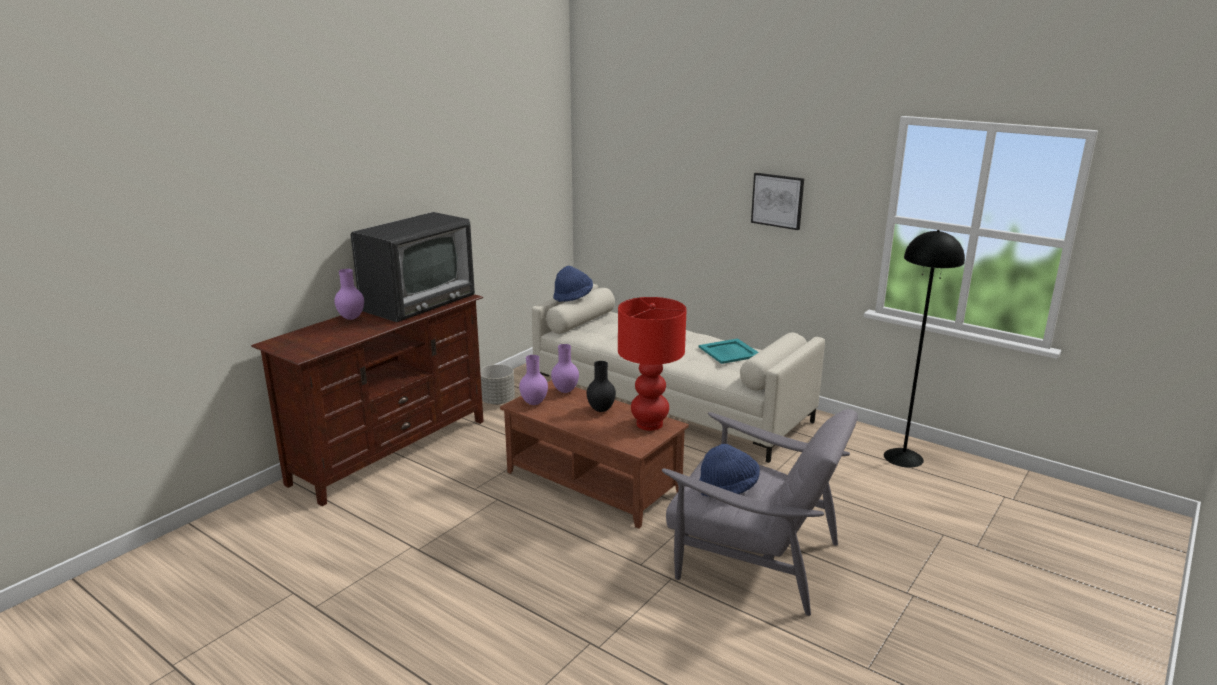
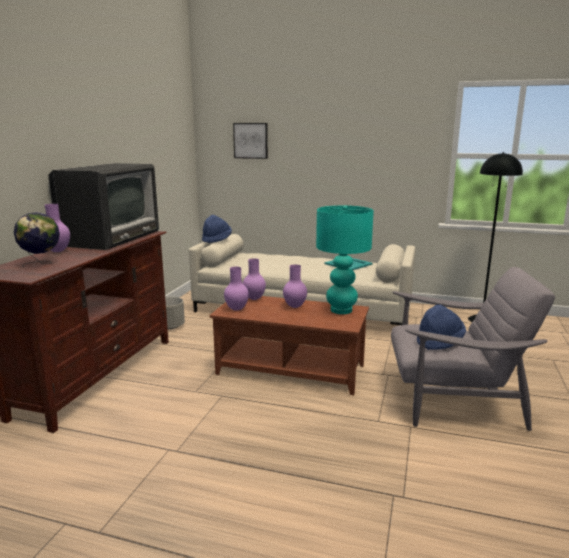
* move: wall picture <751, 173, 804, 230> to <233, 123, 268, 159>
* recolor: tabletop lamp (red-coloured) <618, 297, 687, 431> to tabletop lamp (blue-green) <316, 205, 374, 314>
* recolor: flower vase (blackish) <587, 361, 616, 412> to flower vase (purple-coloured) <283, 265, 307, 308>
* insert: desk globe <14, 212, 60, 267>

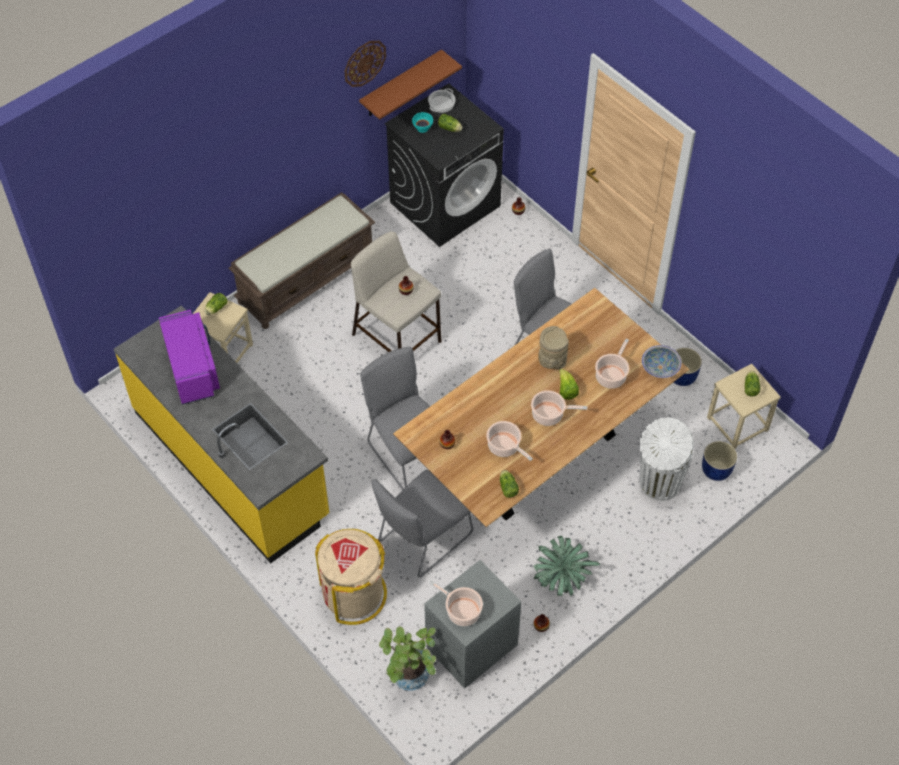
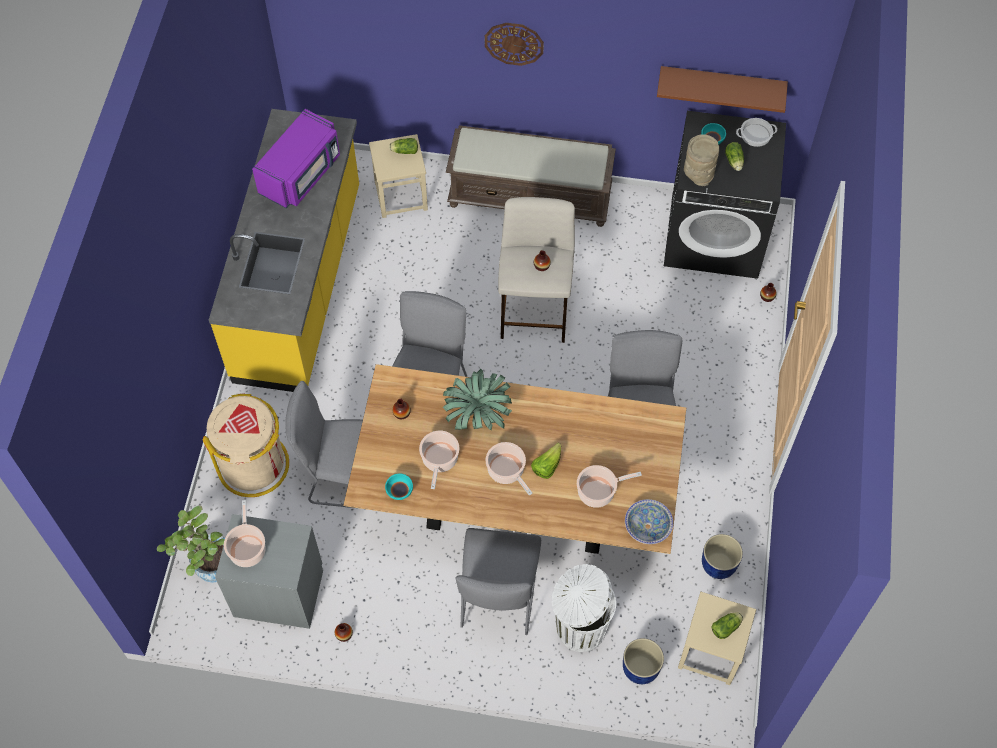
* move: clock on the wall <345, 41, 386, 87> to <485, 23, 544, 66>
* move: flower vase (sand-coloured) <538, 326, 569, 369> to <684, 134, 719, 186>
* replace: lettuce head <500, 470, 519, 498> to bowl (blue-green) <385, 474, 413, 500>
* move: potted plant <533, 536, 601, 596> to <443, 369, 512, 430>
* insert: upright chair (greyish) <456, 528, 541, 635>

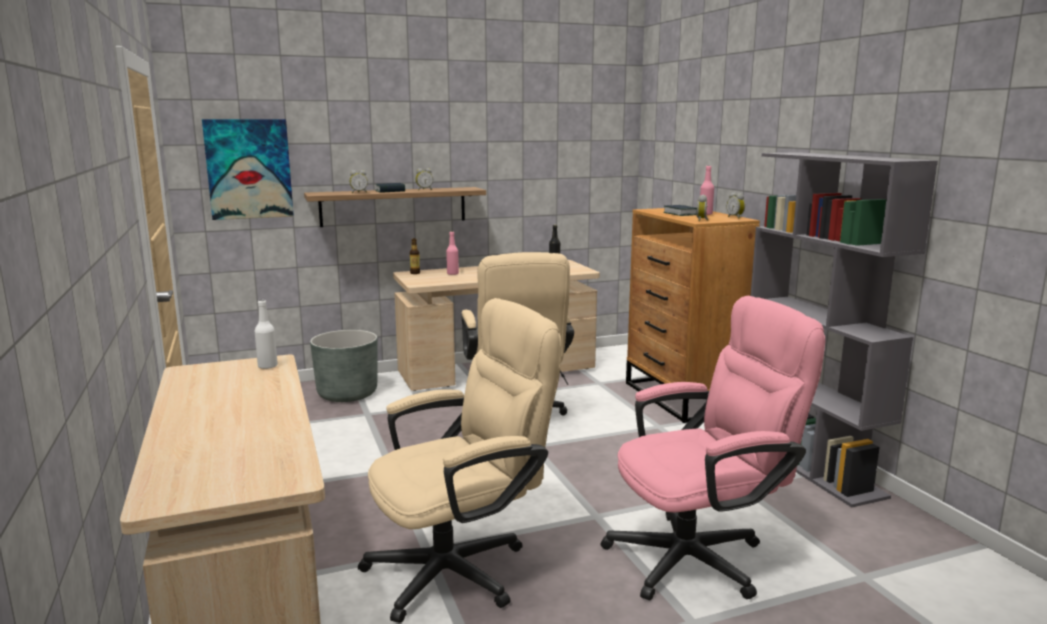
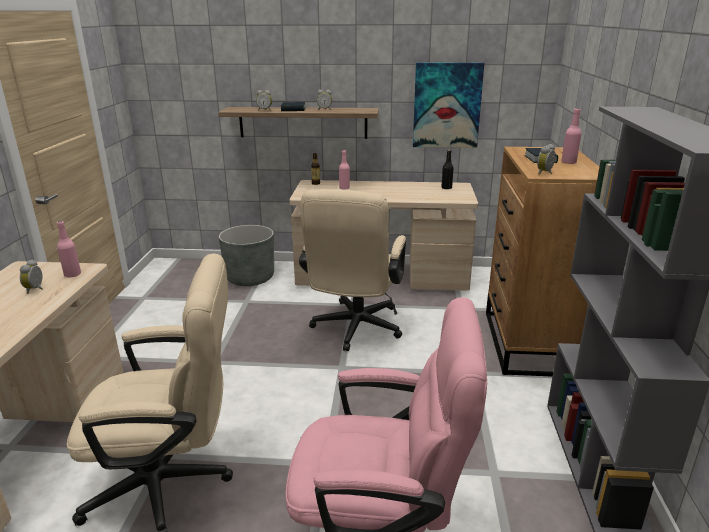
* move: wall picture <202, 119, 294, 220> to <413, 62, 484, 148>
* move: alarm clock <727, 193, 745, 219> to <20, 260, 43, 294>
* recolor: bottle (white) <255, 300, 278, 369> to bottle (pinkish) <57, 221, 81, 278>

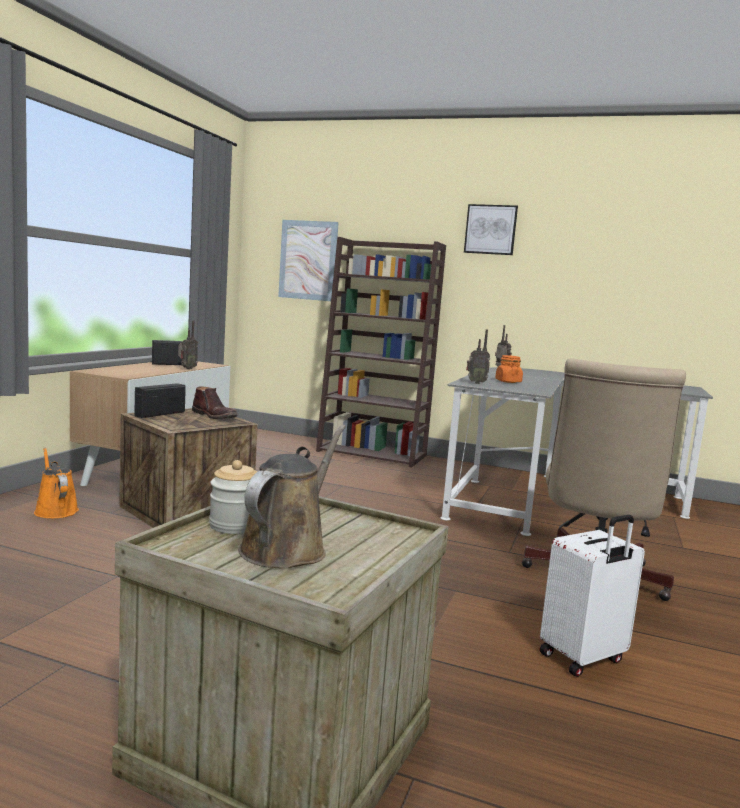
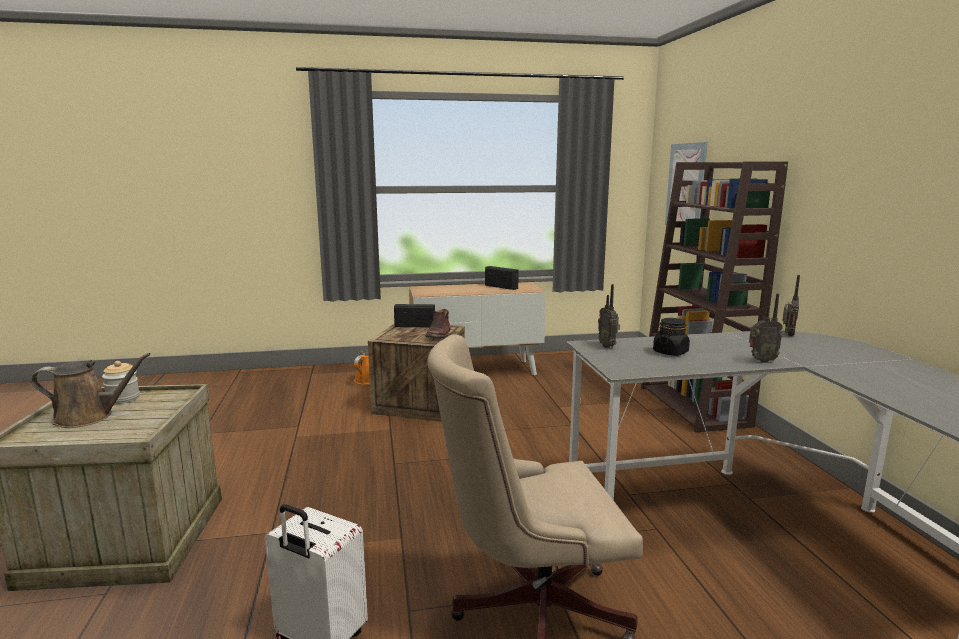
* delete: wall picture <464, 204, 518, 255>
* move: radio set <178, 320, 198, 369> to <749, 293, 783, 363>
* recolor: preserve jar (orange) <495, 355, 523, 383> to preserve jar (blackish) <653, 318, 690, 356>

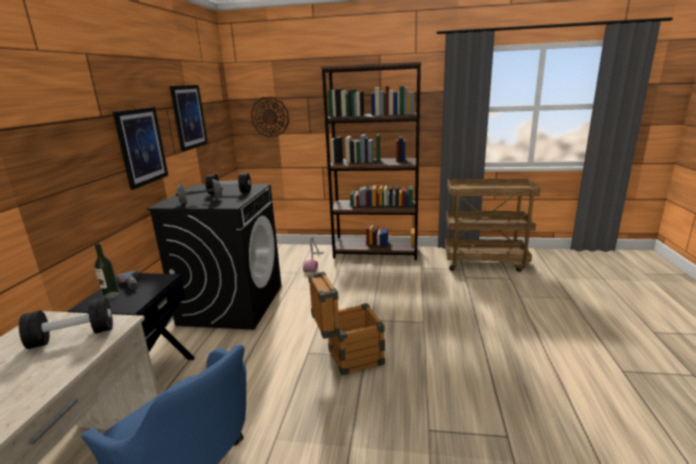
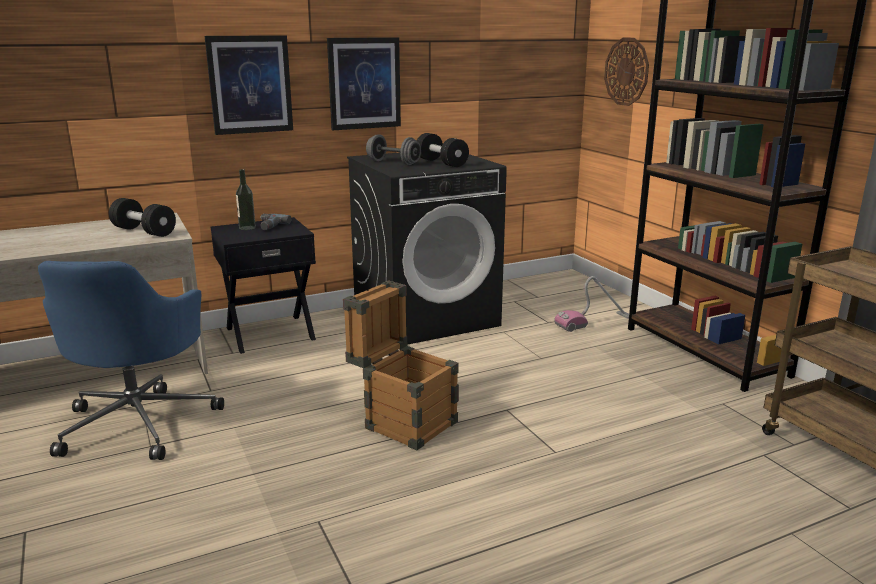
* move: wall picture <170, 85, 208, 151> to <205, 35, 293, 135>

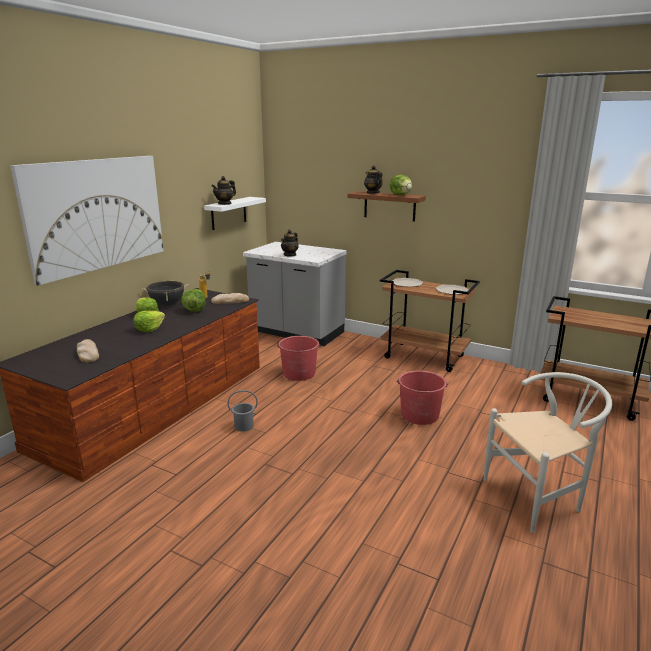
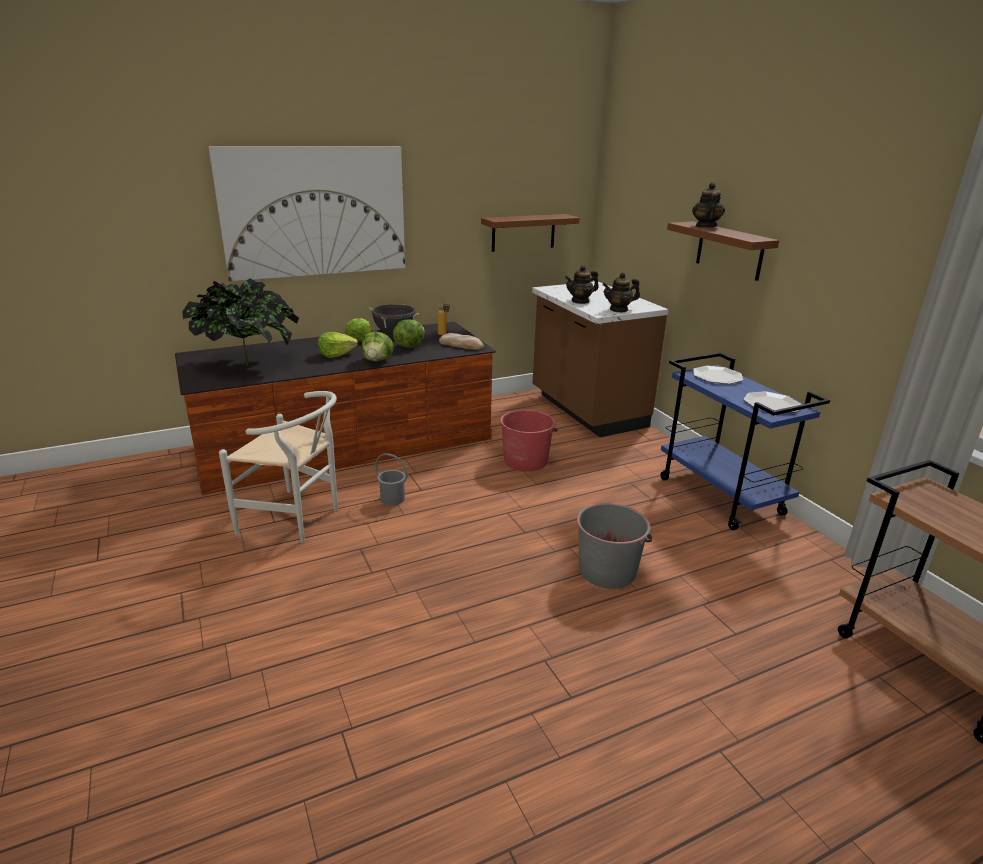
* move: lettuce head <390, 175, 412, 195> to <362, 331, 394, 362>
* move: pot for tea <211, 176, 236, 205> to <602, 272, 640, 312>
* recolor: shelf (white) <204, 197, 266, 230> to shelf (brown) <481, 214, 580, 252>
* recolor: kitchen base unit (greyish) <243, 242, 347, 346> to kitchen base unit (brown) <532, 281, 669, 437>
* recolor: wheeled cart (brown) <380, 270, 480, 372> to wheeled cart (blue-coloured) <660, 353, 830, 530>
* replace: baked bread <77, 339, 99, 363> to potted plant <182, 278, 299, 366>
* recolor: pail (red-coloured) <397, 371, 448, 425> to pail (greyish) <577, 503, 652, 589>
* move: upright chair (white) <484, 372, 612, 533> to <219, 391, 338, 543>

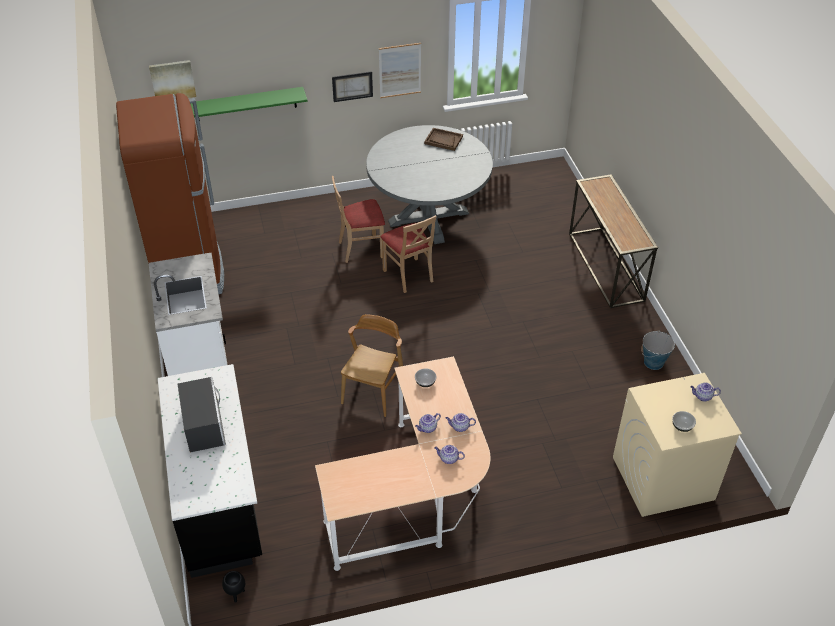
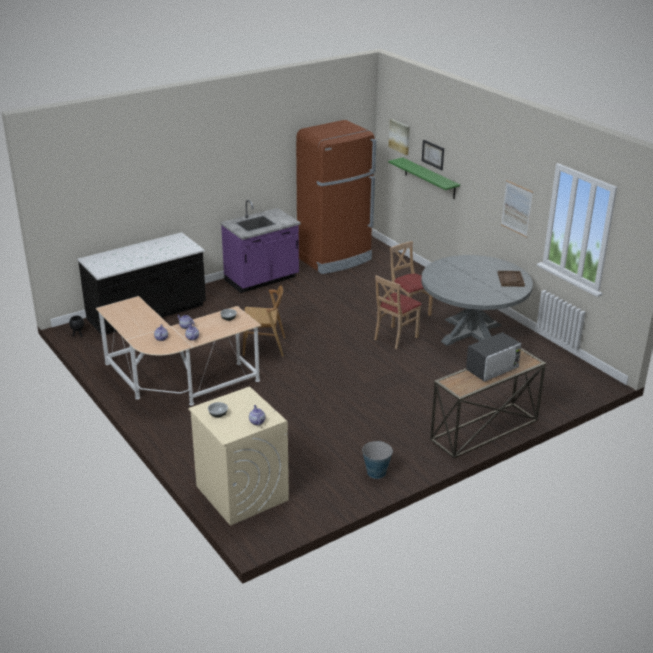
* move: wall picture <332, 71, 373, 102> to <422, 140, 444, 170>
* recolor: kitchen base unit (white) <149, 253, 227, 376> to kitchen base unit (purple-coloured) <221, 200, 301, 293>
* move: kitchen microwave <178, 377, 226, 453> to <466, 332, 522, 381>

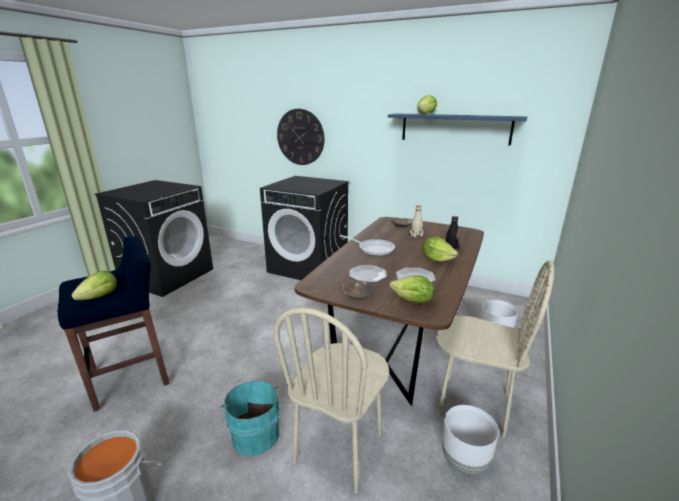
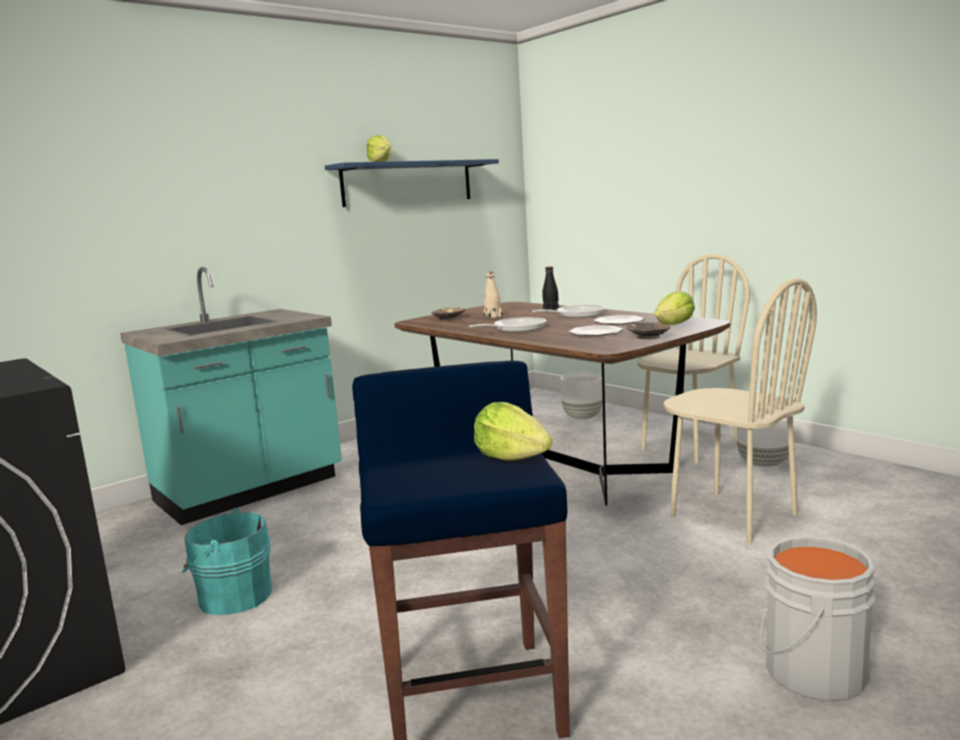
* delete: clock on the wall <277, 109, 325, 165>
* replace: laundry appliance (blackish) <260, 176, 349, 280> to kitchen base unit (blue-green) <120, 267, 342, 525>
* replace: lettuce head <422, 237, 458, 262> to skillet <532, 305, 606, 318>
* move: pail (blue-green) <220, 381, 280, 456> to <182, 508, 272, 615>

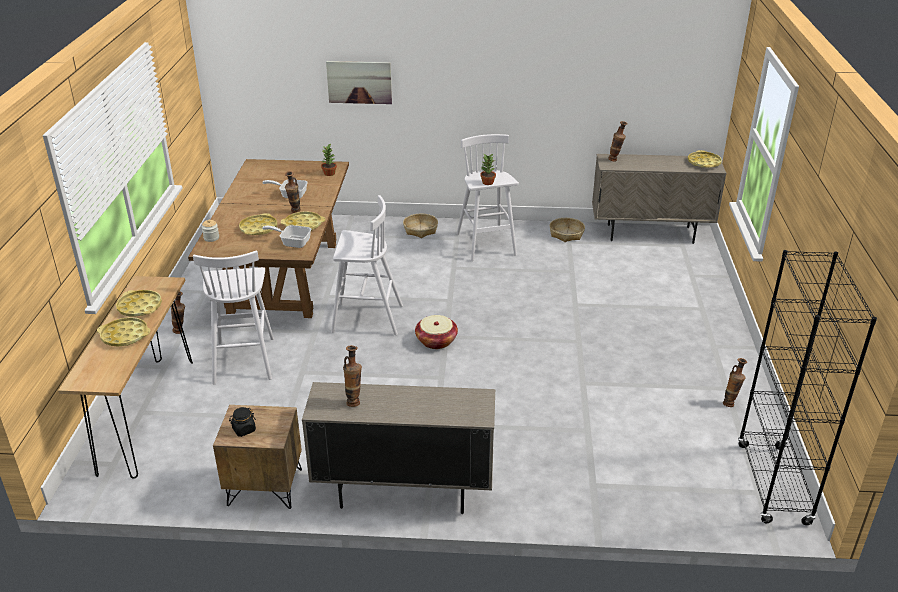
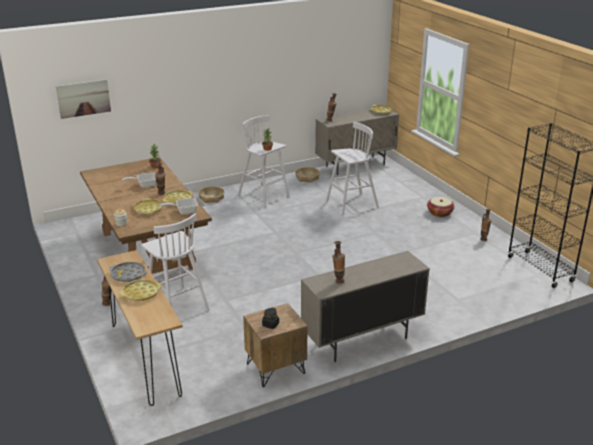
* move: wall picture <326, 61, 392, 104> to <56, 79, 111, 119>
* move: stool (white) <331, 195, 403, 335> to <326, 122, 379, 216>
* recolor: carrying tray (yellowish) <116, 290, 162, 317> to carrying tray (greyish) <109, 262, 147, 282>
* move: household basket <415, 315, 458, 349> to <427, 197, 455, 217>

